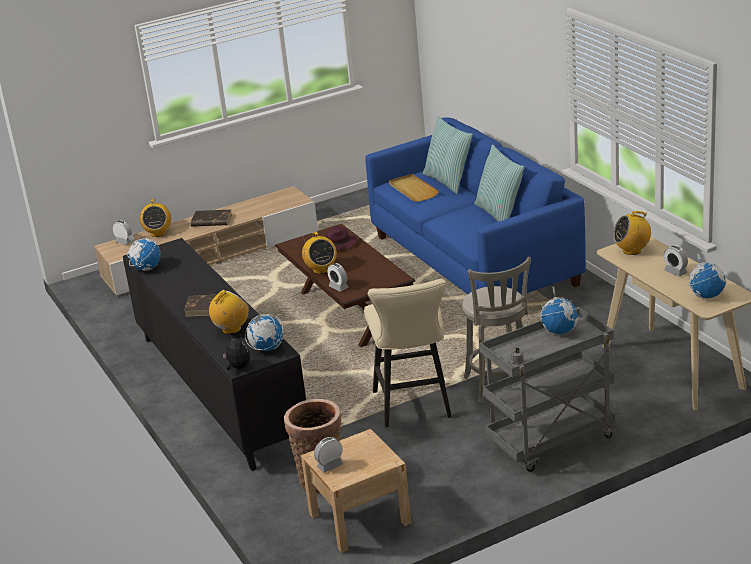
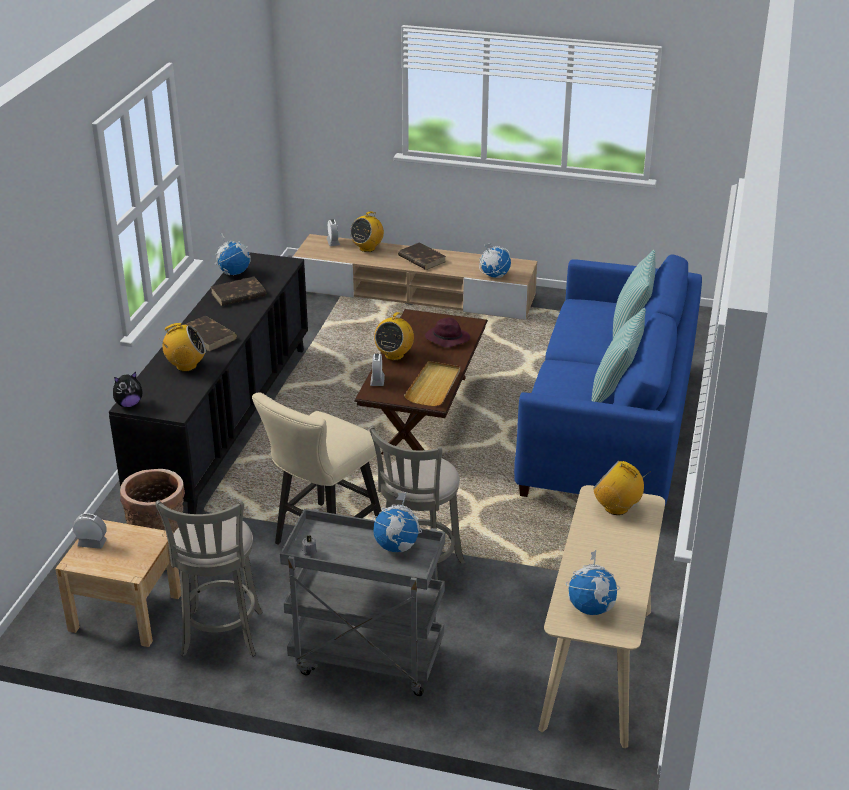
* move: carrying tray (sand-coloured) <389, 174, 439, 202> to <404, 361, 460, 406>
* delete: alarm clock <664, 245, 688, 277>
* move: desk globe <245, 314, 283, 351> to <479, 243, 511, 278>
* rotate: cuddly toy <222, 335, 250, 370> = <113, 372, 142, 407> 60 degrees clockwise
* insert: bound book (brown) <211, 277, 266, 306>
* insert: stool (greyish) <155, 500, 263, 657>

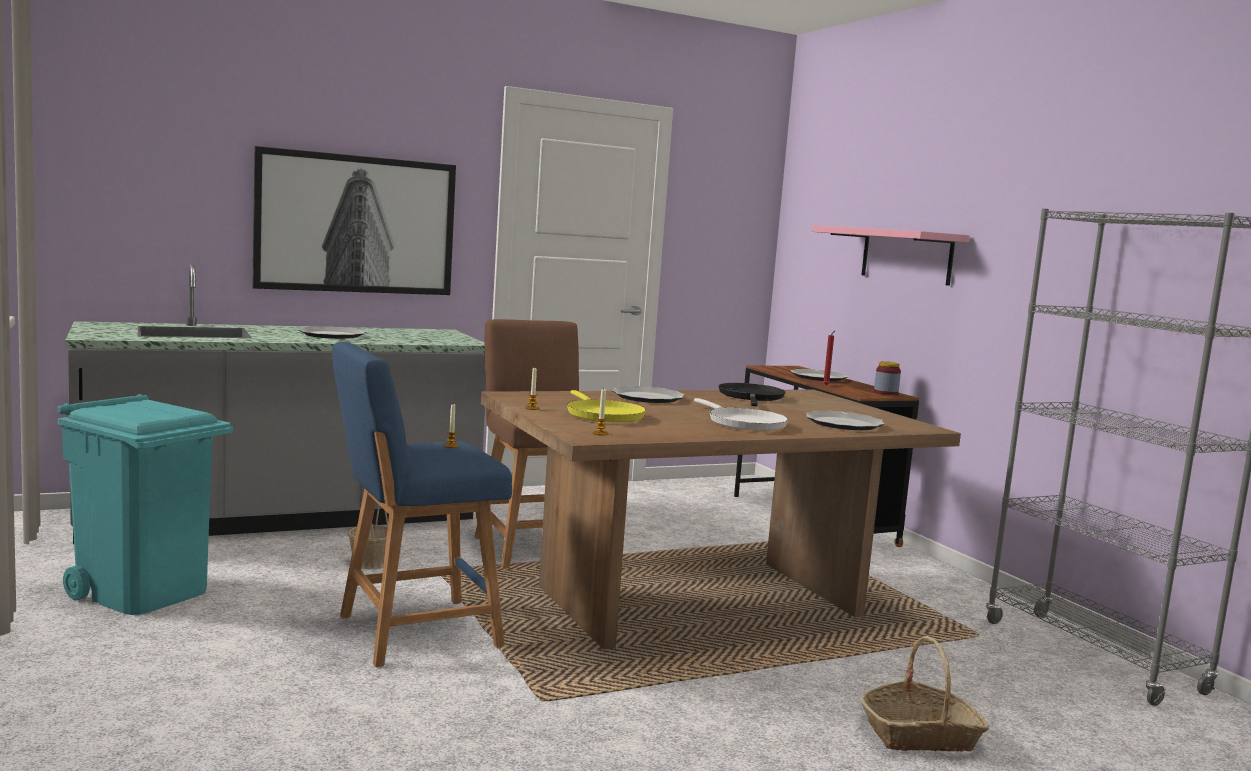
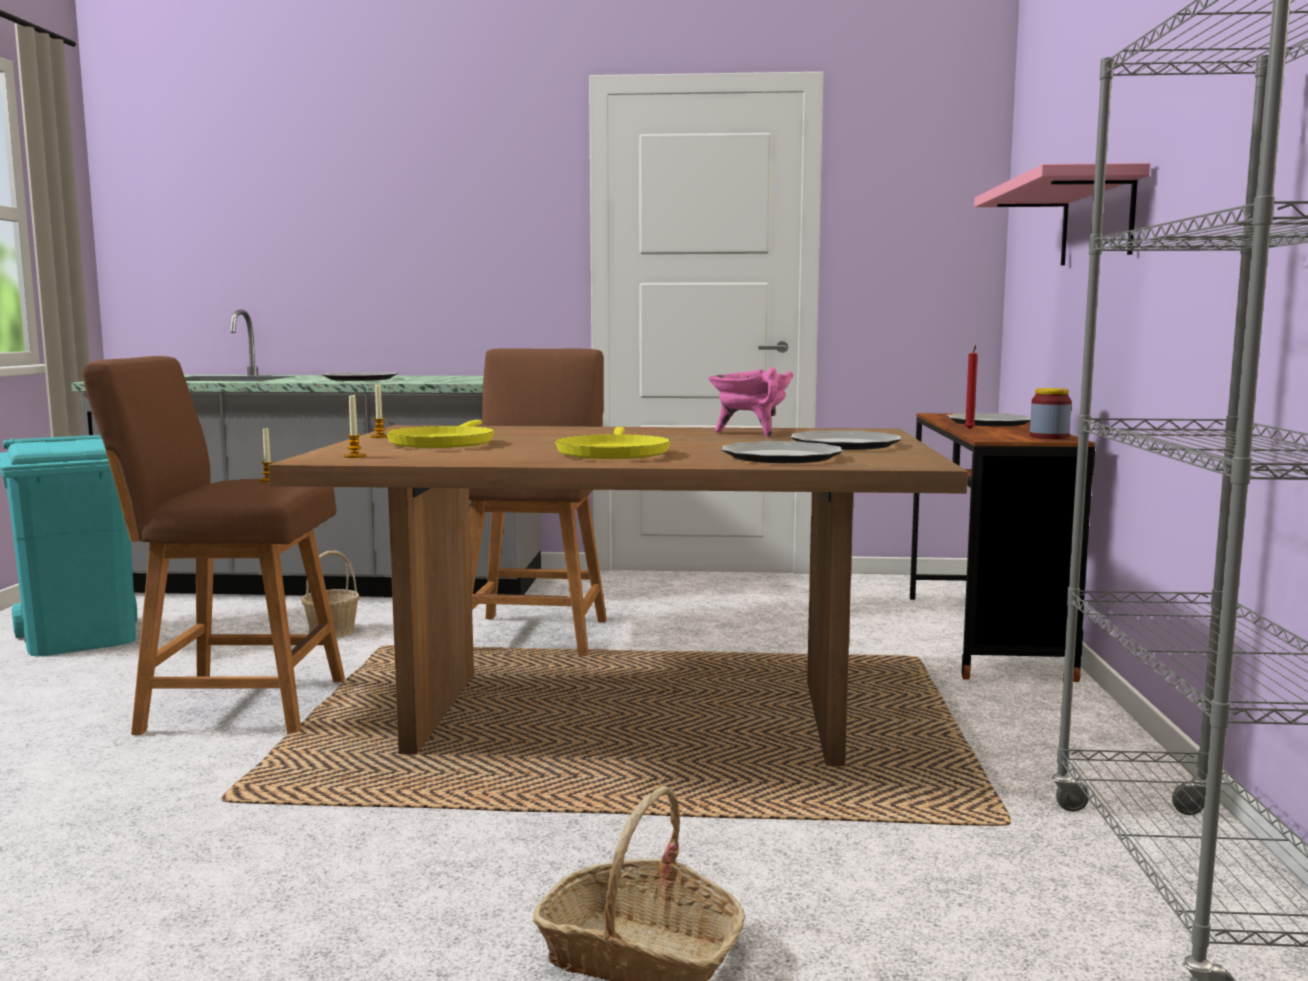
* delete: wall picture <252, 146, 456, 295>
* recolor: stool (blue-coloured) <332, 342, 512, 667> to stool (brown) <83, 356, 345, 735>
* replace: skillet (blackish) <719, 383, 786, 406> to stockpot (pinkish) <708, 367, 794, 437>
* move: plate <612, 386, 685, 403> to <790, 430, 902, 450>
* recolor: skillet (white) <694, 398, 788, 431> to skillet (yellowish) <555, 427, 671, 459>

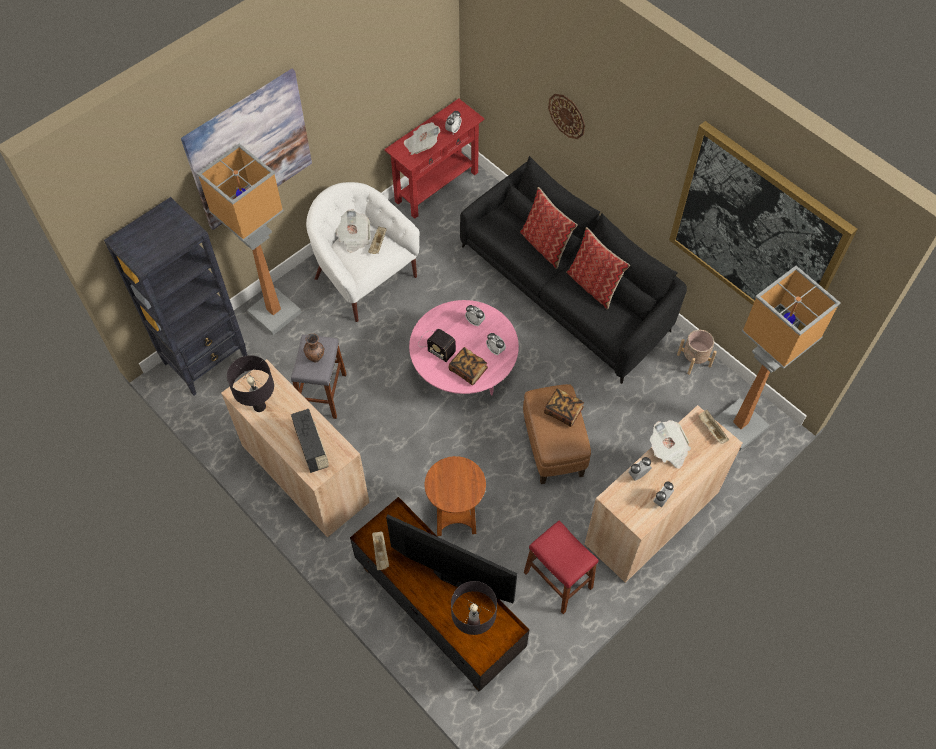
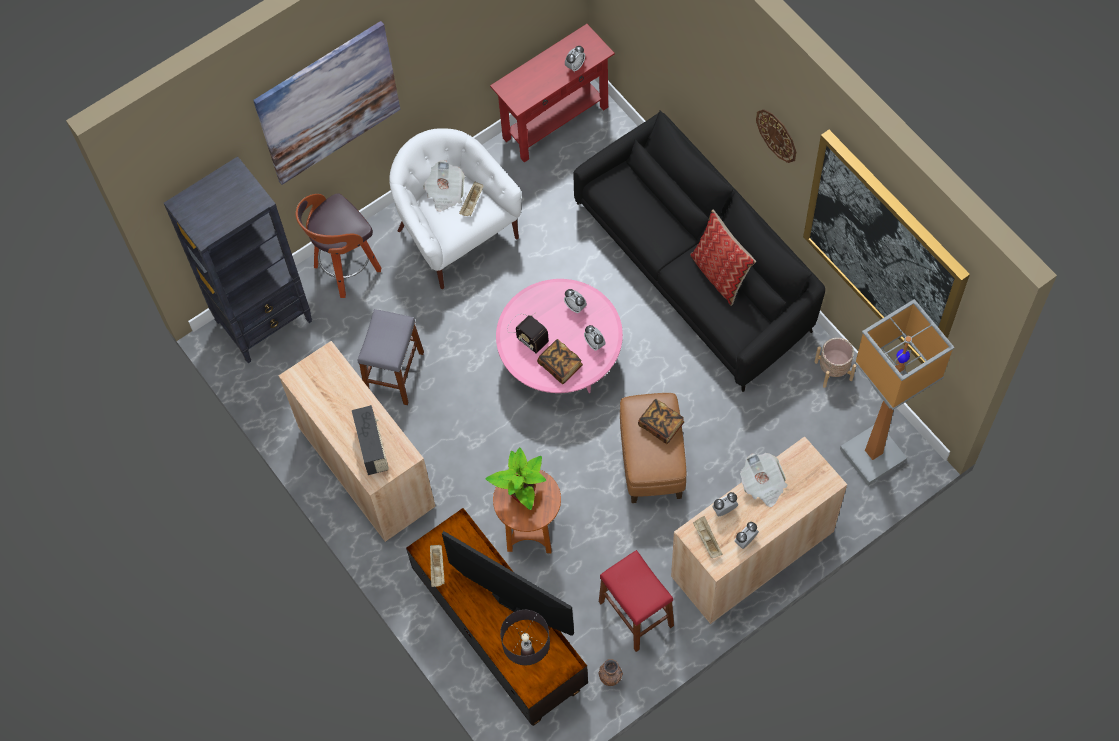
* move: clock on the wall <548, 94, 585, 139> to <756, 109, 796, 163>
* delete: newspaper <404, 122, 440, 155>
* replace: standard lamp <197, 143, 301, 335> to stool <296, 194, 381, 298>
* delete: pillow <520, 187, 578, 269>
* move: flower vase (brown) <304, 333, 325, 363> to <598, 659, 623, 686>
* delete: tabletop lamp (blackish) <227, 355, 274, 412>
* move: carrying tray (sand-coloured) <698, 409, 729, 444> to <693, 516, 722, 558>
* insert: potted plant <486, 447, 546, 510>

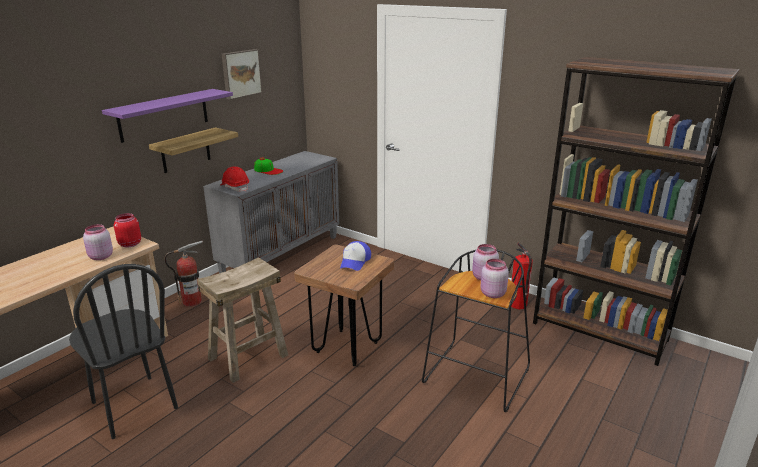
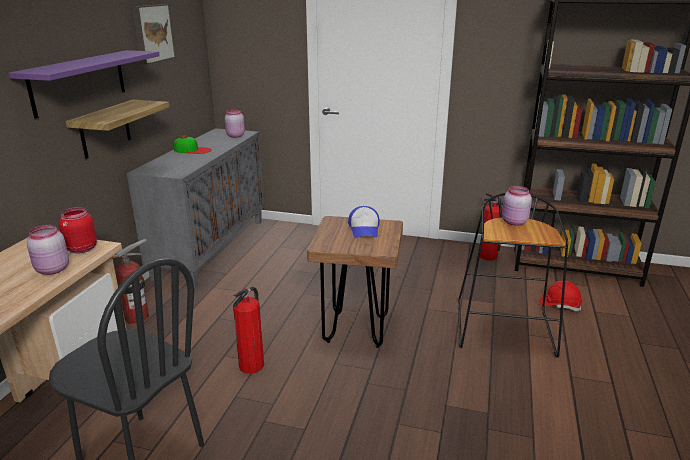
* move: work helmet (red-coloured) <220, 166, 249, 192> to <539, 281, 583, 311>
* replace: stool (sand-coloured) <197, 257, 288, 383> to extinguisher <233, 287, 264, 374>
* move: preserve jar (pinkish) <480, 259, 509, 298> to <225, 110, 245, 138>

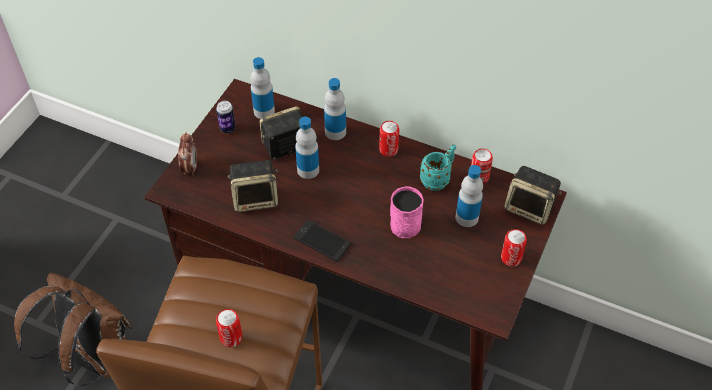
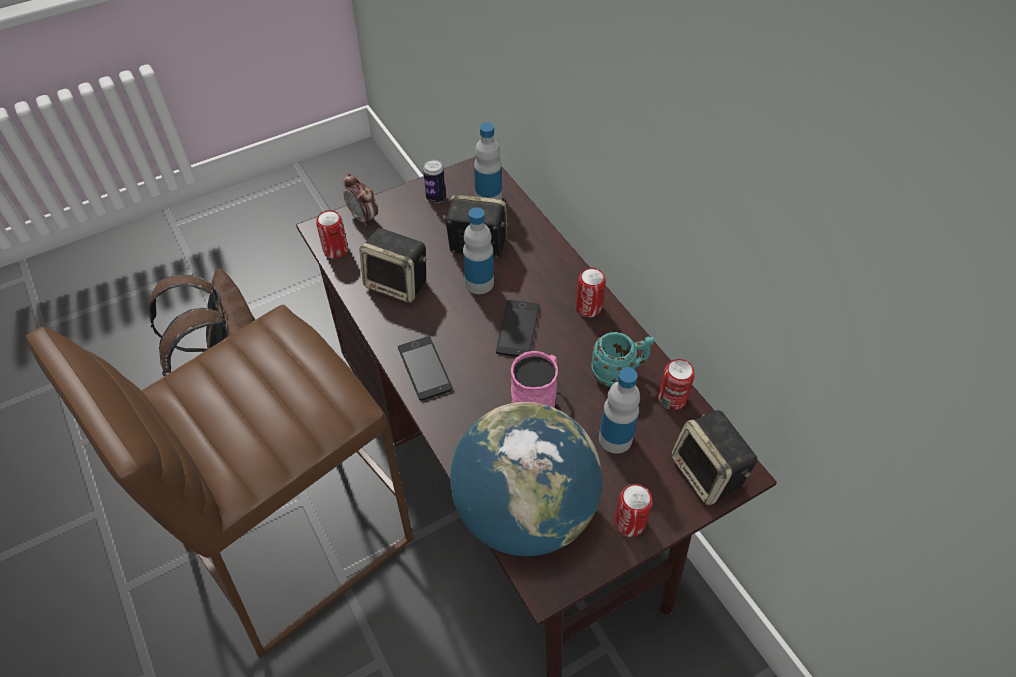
* delete: bottle <324, 78, 346, 140>
* rotate: alarm clock <178, 132, 197, 176> = <343, 173, 378, 227> 105 degrees clockwise
* move: metal can <216, 309, 242, 347> to <316, 210, 348, 259>
* insert: handset <496, 300, 540, 357>
* insert: desk globe <450, 402, 602, 556>

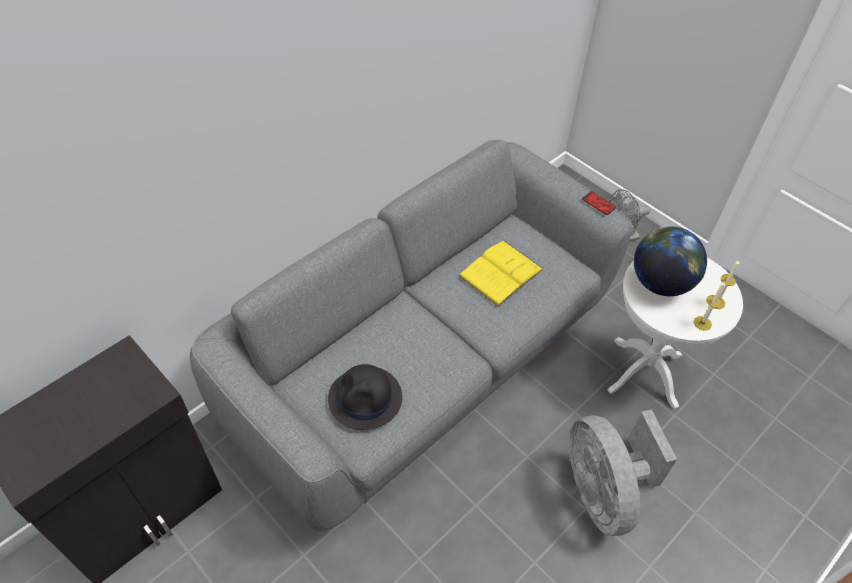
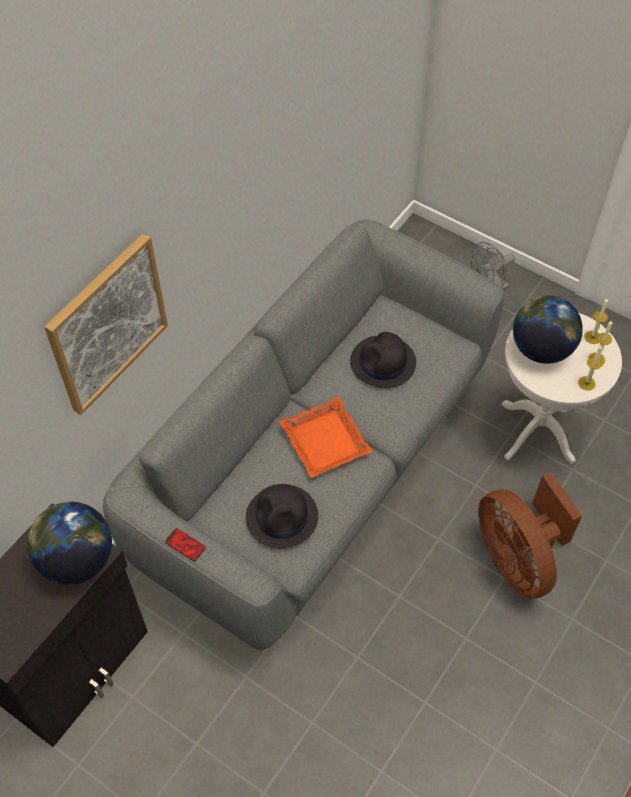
* move: handset <582, 191, 616, 215> to <165, 528, 206, 561>
* replace: bound book (yellowish) <459, 241, 544, 307> to hat (blackish) <350, 332, 416, 388>
* recolor: fan (greyish) <569, 409, 677, 536> to fan (brown) <478, 472, 582, 599>
* insert: wall picture <44, 233, 168, 415>
* insert: candle <585, 298, 608, 344>
* insert: carrying tray (orange) <279, 396, 372, 478>
* insert: desk globe <27, 501, 112, 585>

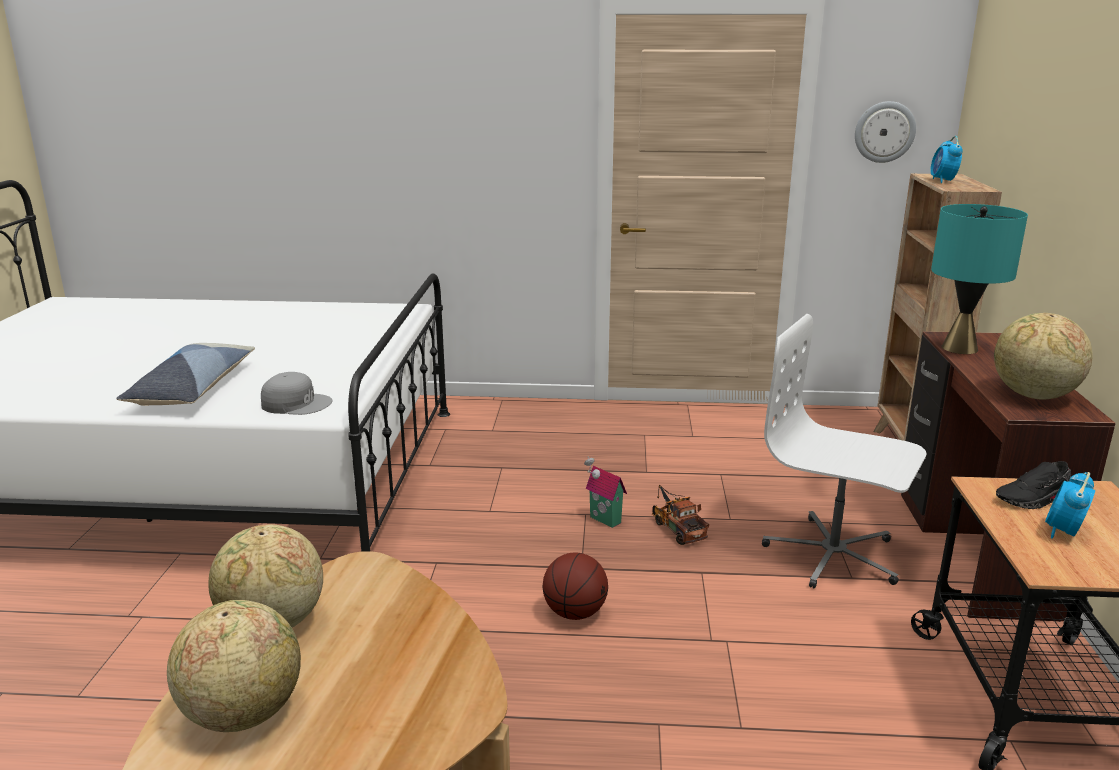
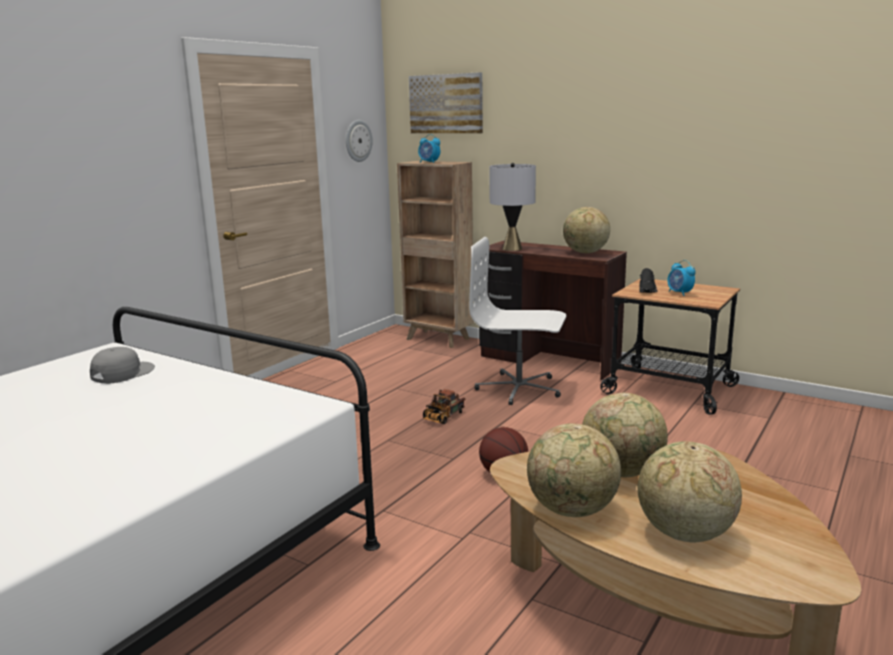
* recolor: tabletop lamp (blue-green) <931, 204, 1028, 354> to tabletop lamp (greyish) <489, 163, 536, 251>
* rotate: desk chair (white) <762, 314, 926, 588> = <469, 237, 566, 405> 45 degrees clockwise
* delete: pillow <116, 343, 255, 406>
* move: cap (greyish) <261, 372, 333, 415> to <90, 347, 155, 384>
* delete: miniature house <584, 457, 627, 528>
* rotate: model truck <652, 485, 709, 545> = <423, 389, 465, 424> 60 degrees counterclockwise
* insert: wall picture <409, 72, 483, 134>
* insert: desk globe <582, 393, 668, 477>

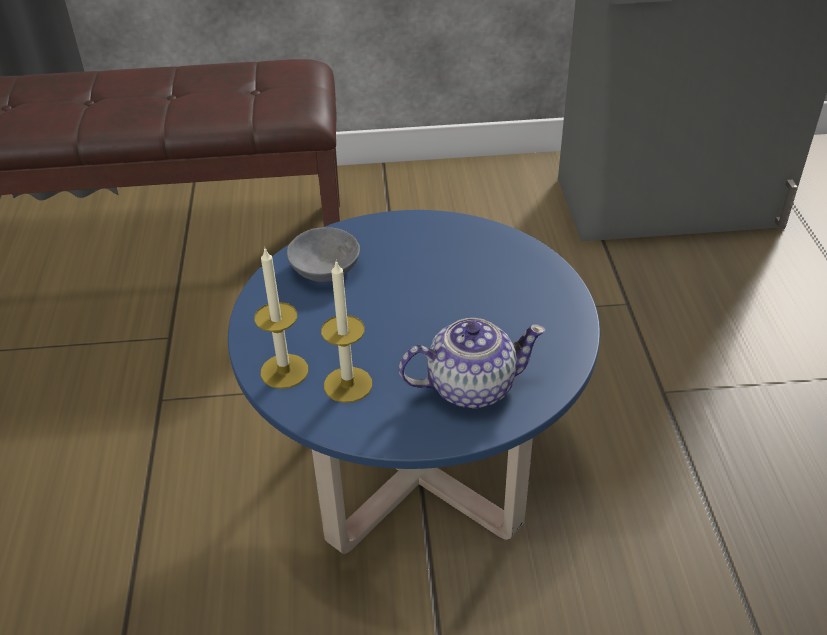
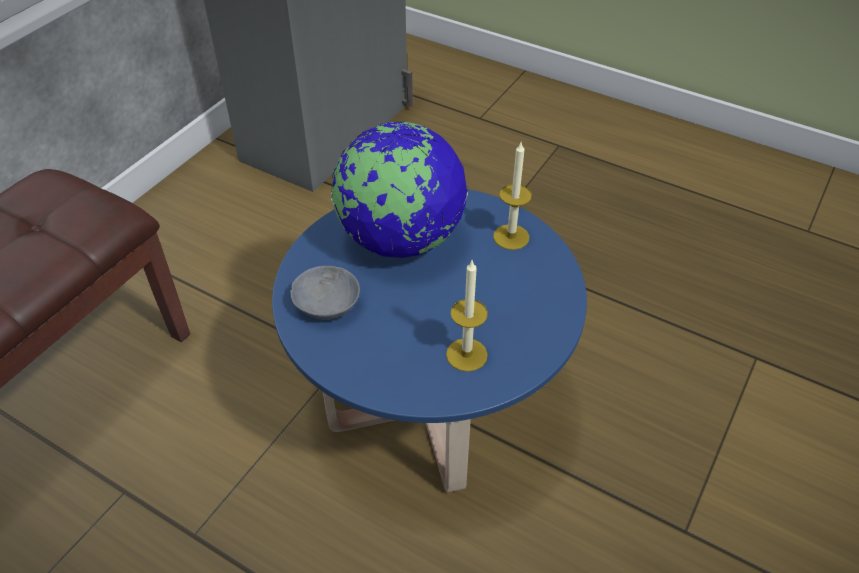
* move: candle <254, 249, 308, 389> to <493, 143, 532, 250>
* delete: pot for tea <399, 318, 546, 408>
* insert: desk globe <331, 121, 468, 258>

